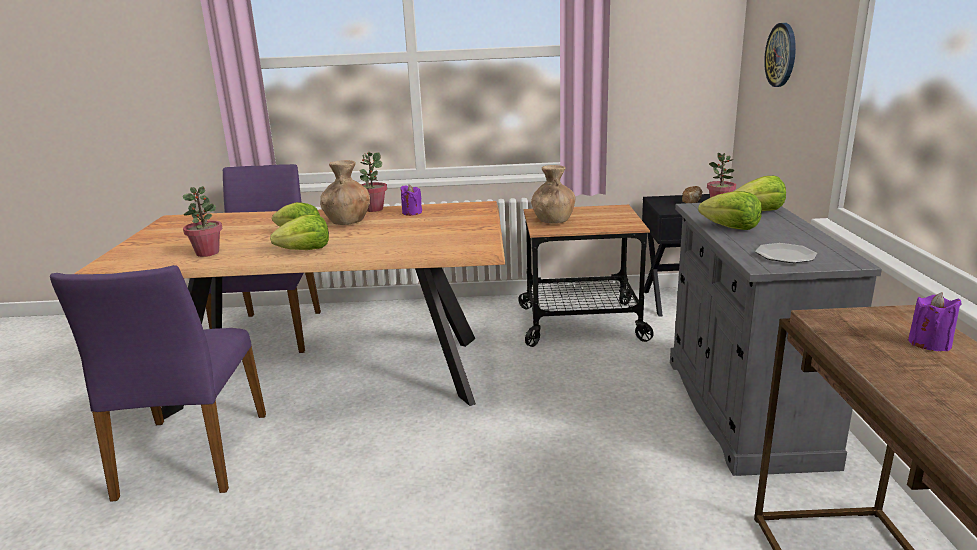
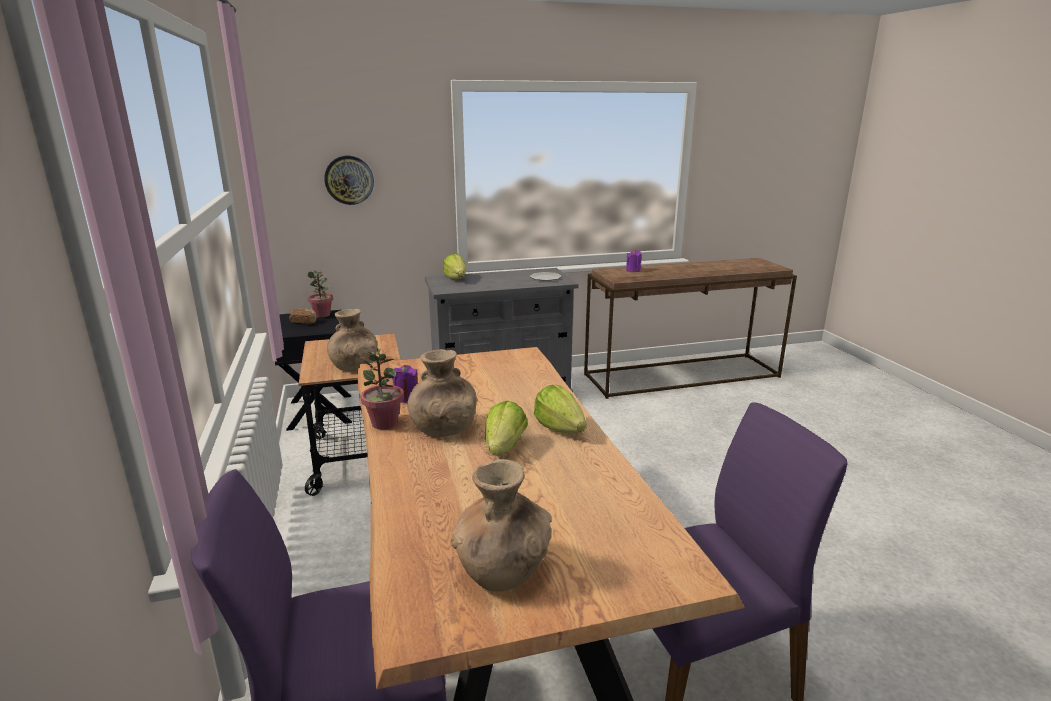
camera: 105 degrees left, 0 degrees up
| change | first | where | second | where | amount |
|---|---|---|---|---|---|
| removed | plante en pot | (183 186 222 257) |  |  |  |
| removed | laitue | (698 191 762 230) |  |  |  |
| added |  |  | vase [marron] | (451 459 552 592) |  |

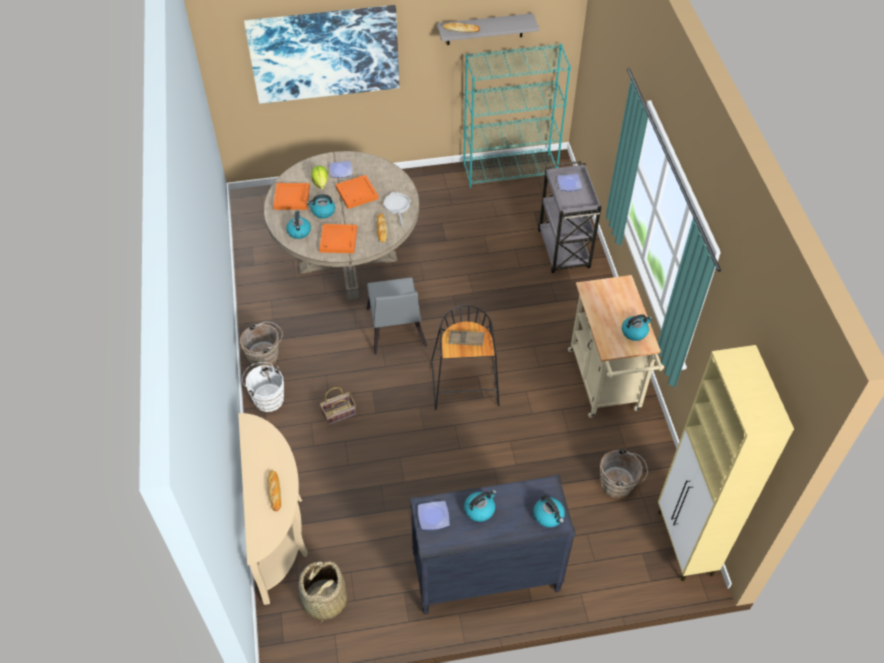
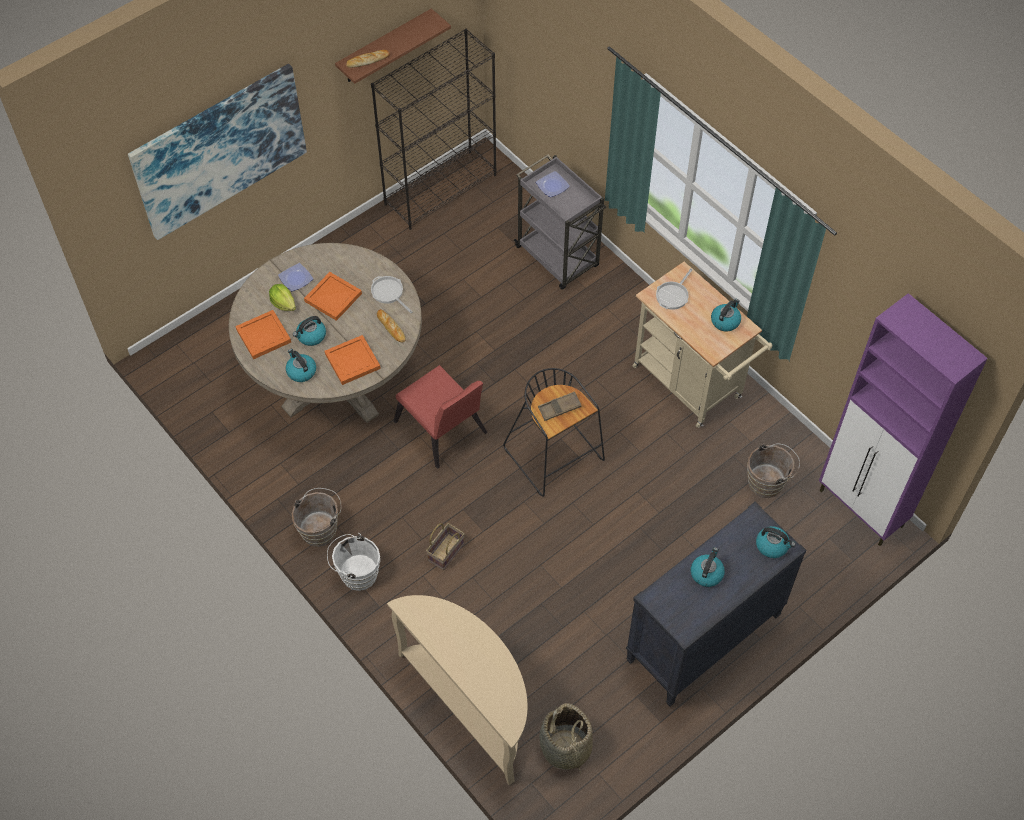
camera: 30 degrees left, 5 degrees up
| change | first | where | second | where | amount |
|---|---|---|---|---|---|
| removed | pain | (267 470 281 511) |  |  |  |
| recoloured | chaise [gris] | (367 277 427 354) | chaise [rouge] | (393 365 488 469) |  |
| removed | assiette | (418 501 449 530) |  |  |  |
| recoloured | étagère [gris] | (437 13 539 45) | étagère [marron] | (335 9 451 84) |  |
| recoloured | bibliothèque [turquoise] | (463 44 571 188) | bibliothèque [noir] | (371 29 497 230) |  |
| recoloured | meuble de rangement [beige] | (658 345 794 581) | meuble de rangement [violet] | (819 293 988 546) |  |
| added |  |  | poêle | (656 268 693 310) |  |

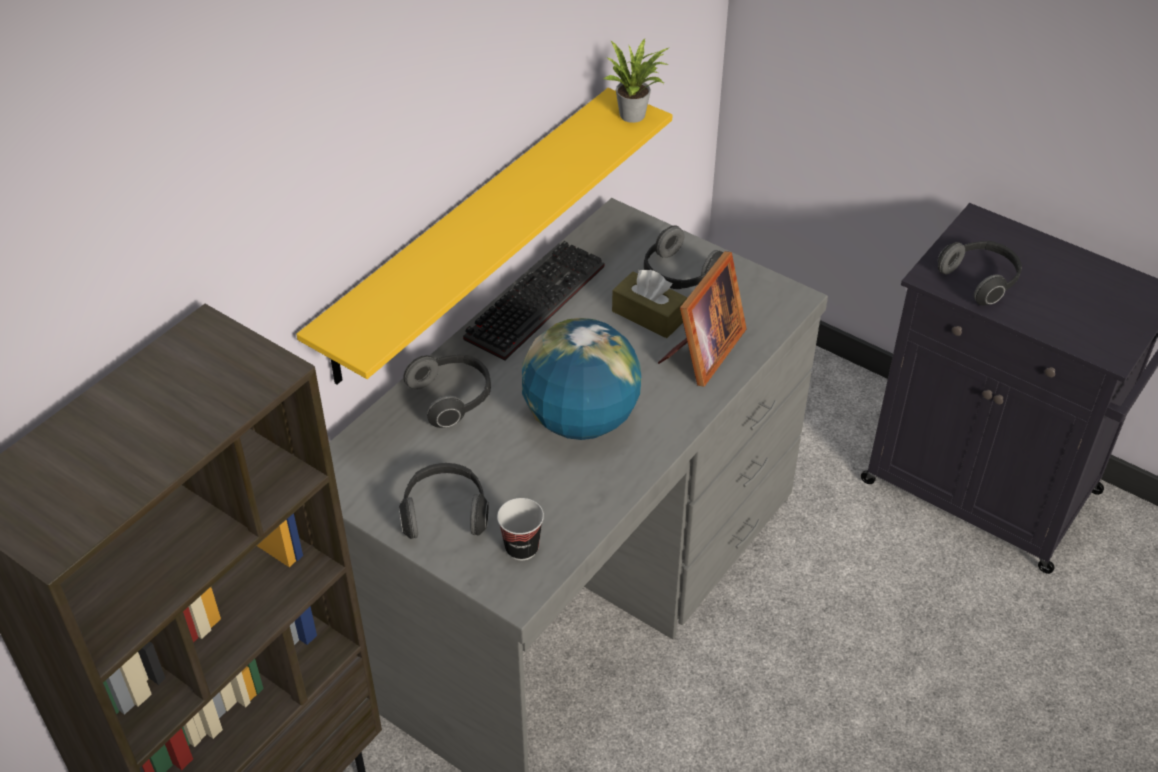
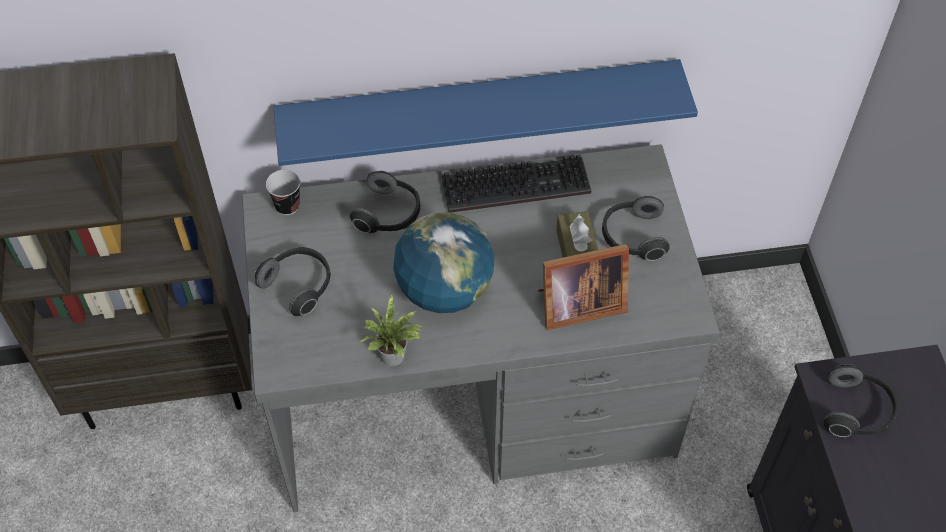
camera: 45 degrees right, 10 degrees up
| change | first | where | second | where | amount |
|---|---|---|---|---|---|
| recoloured | étagère [jaune] | (296 88 672 384) | étagère [bleu] | (273 59 698 166) |  |
| moved | tasse | (497 498 544 560) |  | (266 170 300 215) |  |
| moved | plante en pot | (604 39 670 123) |  | (358 293 425 366) |  |

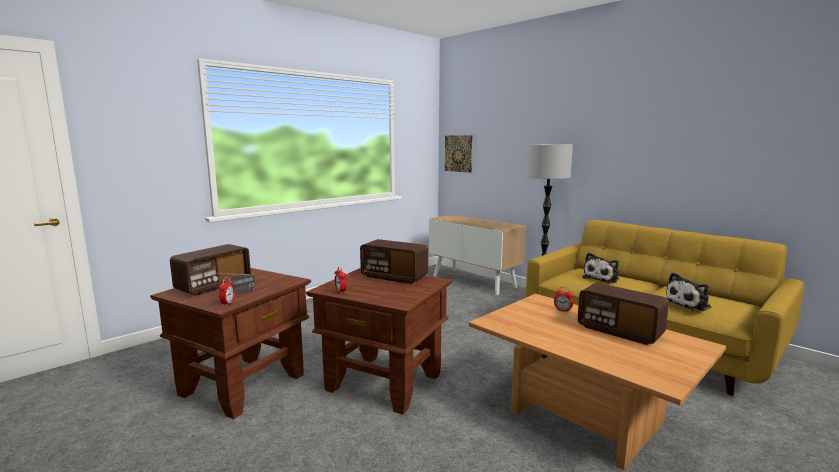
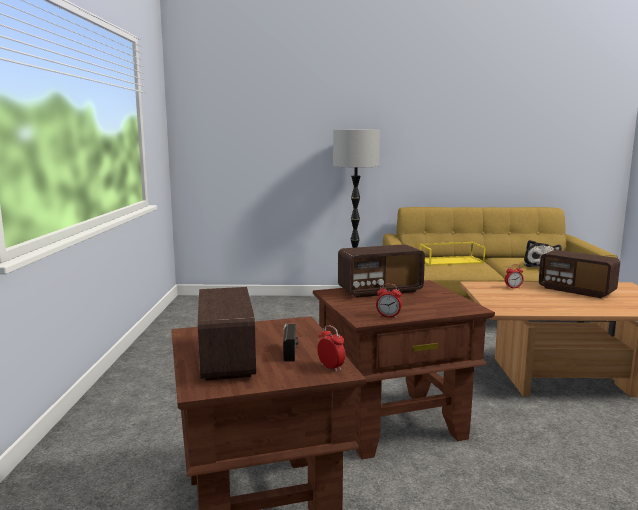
camera: 45 degrees left, 0 degrees up
| change | first | where | second | where | amount |
|---|---|---|---|---|---|
| removed | meuble de rangement | (429 214 526 295) |  |  |  |
| removed | tableau | (445 135 473 173) |  |  |  |
| turned | radio | (578 283 669 345) |  | (539 250 620 298) | 45 degrees clockwise |
| replaced | peluche | (583 253 619 283) | plateau [jaune] | (419 242 486 266) |  |

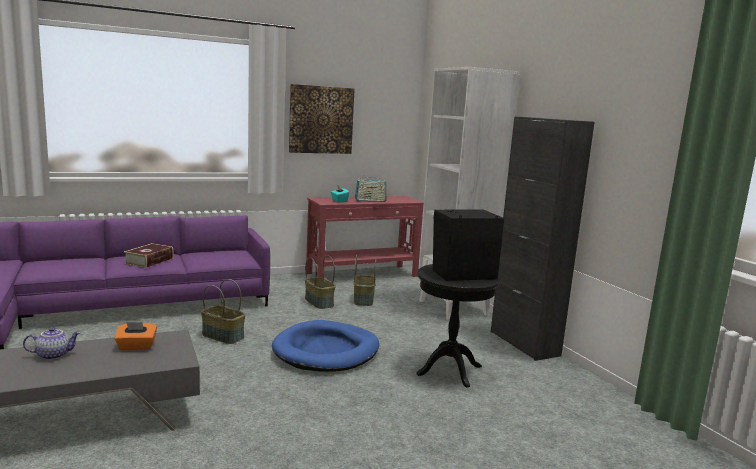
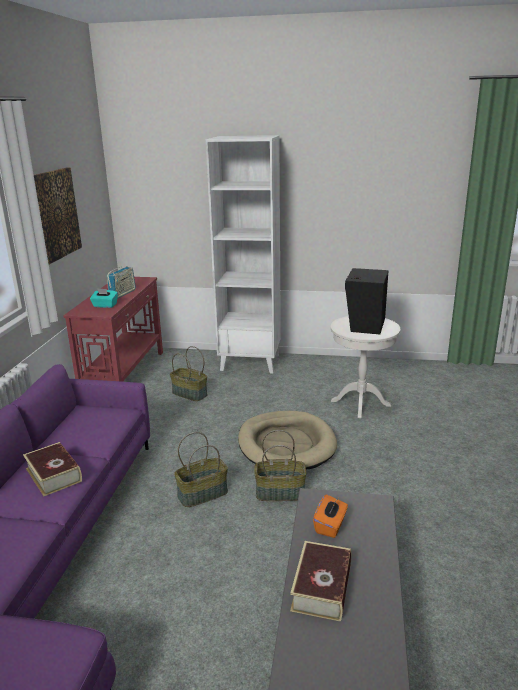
camera: 55 degrees left, 10 degrees up
| change | first | where | second | where | amount |
|---|---|---|---|---|---|
| replaced | théière | (23 327 80 360) | livre | (290 541 352 622) |  |
| recoloured | panier pour chien [bleu] | (272 320 379 372) | panier pour chien [beige] | (238 411 337 470) |  |
| moved | panier | (305 255 335 309) |  | (254 430 306 501) |  |
| recoloured | table d'appoint [noir] | (416 264 500 388) | table d'appoint [blanc] | (331 316 400 418) |  |
| removed | meuble de rangement [noir] | (491 116 595 361) |  |  |  |

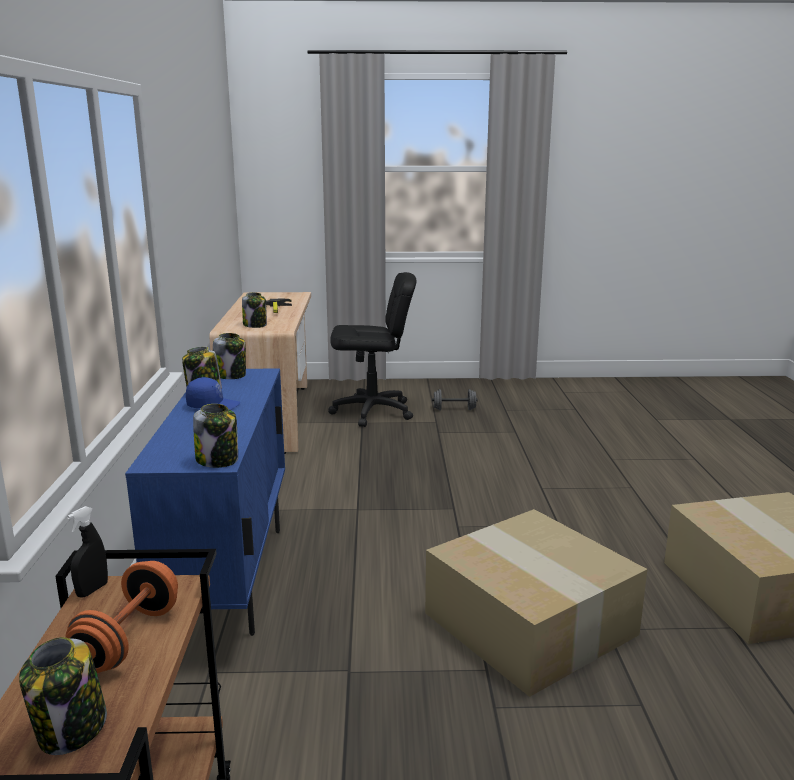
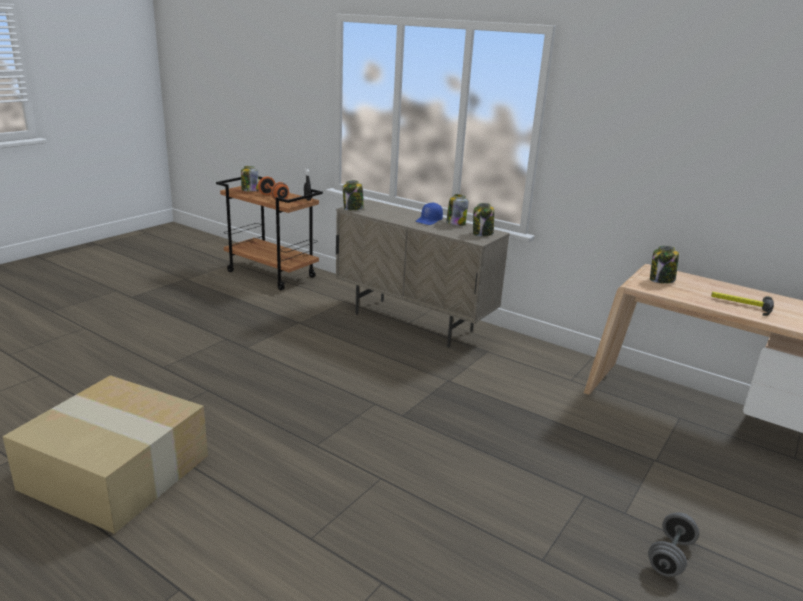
camera: 125 degrees right, 5 degrees up
| change | first | where | second | where | amount |
|---|---|---|---|---|---|
| recoloured | meuble de rangement [bleu] | (125 369 285 636) | meuble de rangement [beige] | (336 200 510 348) |  |
| removed | chaise de bureau [noir] | (328 272 416 427) |  |  |  |
| removed | carton | (425 509 647 697) |  |  |  |

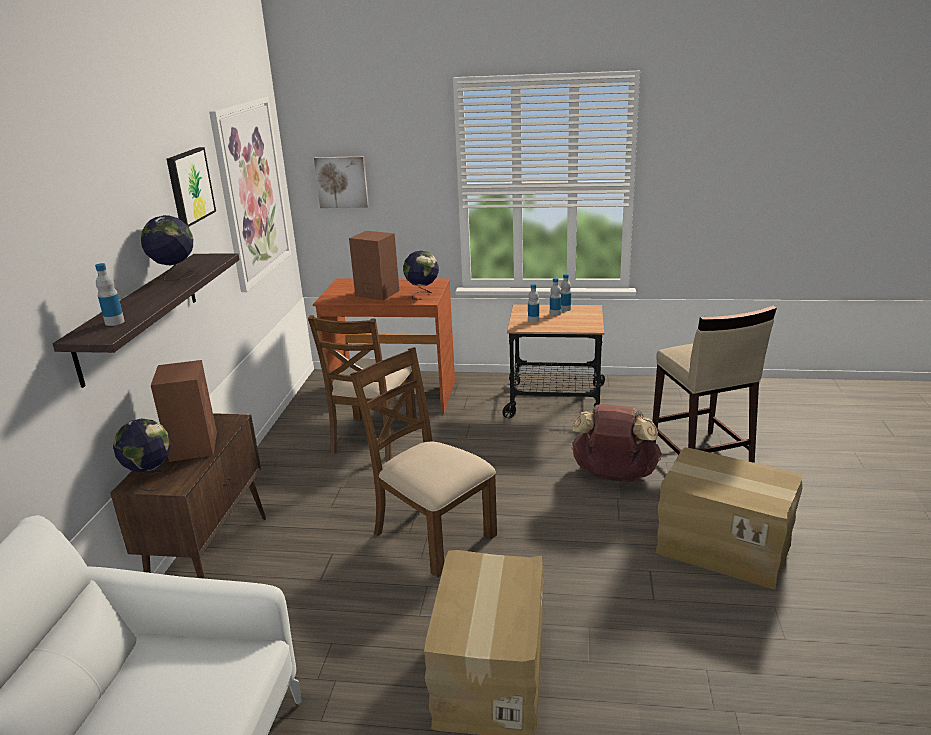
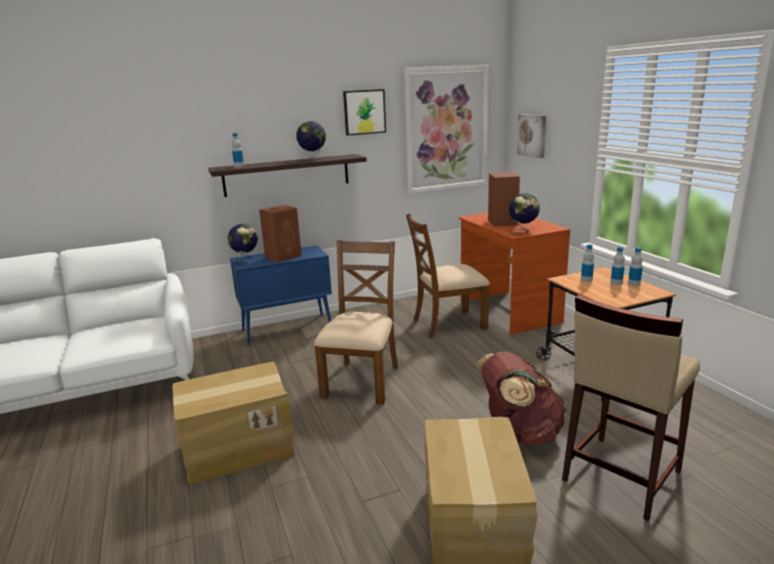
camera: 60 degrees right, 5 degrees down
| change | first | where | second | where | amount |
|---|---|---|---|---|---|
| recoloured | meuble de rangement [marron] | (110 413 266 579) | meuble de rangement [bleu] | (230 245 332 345) |  |

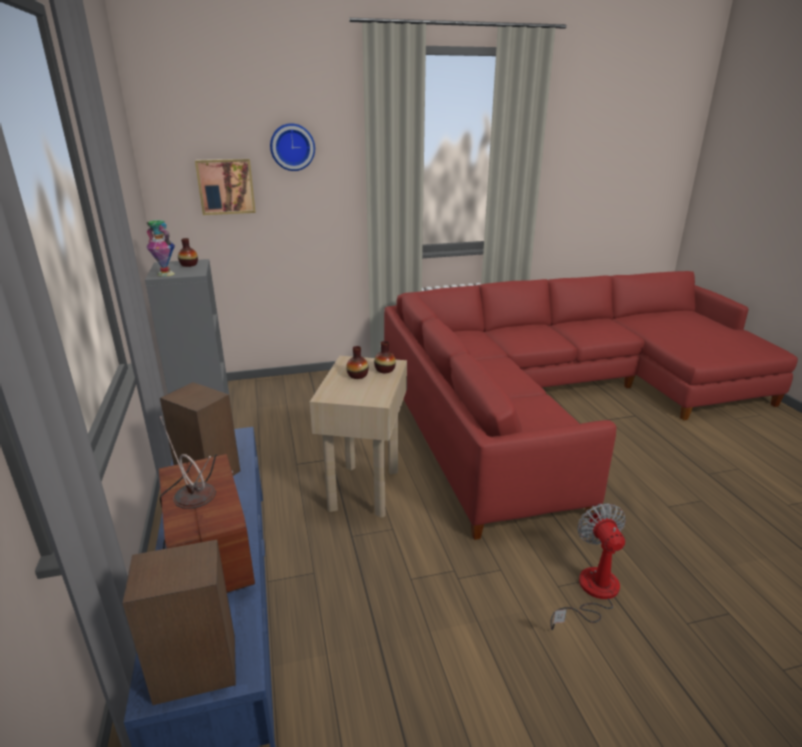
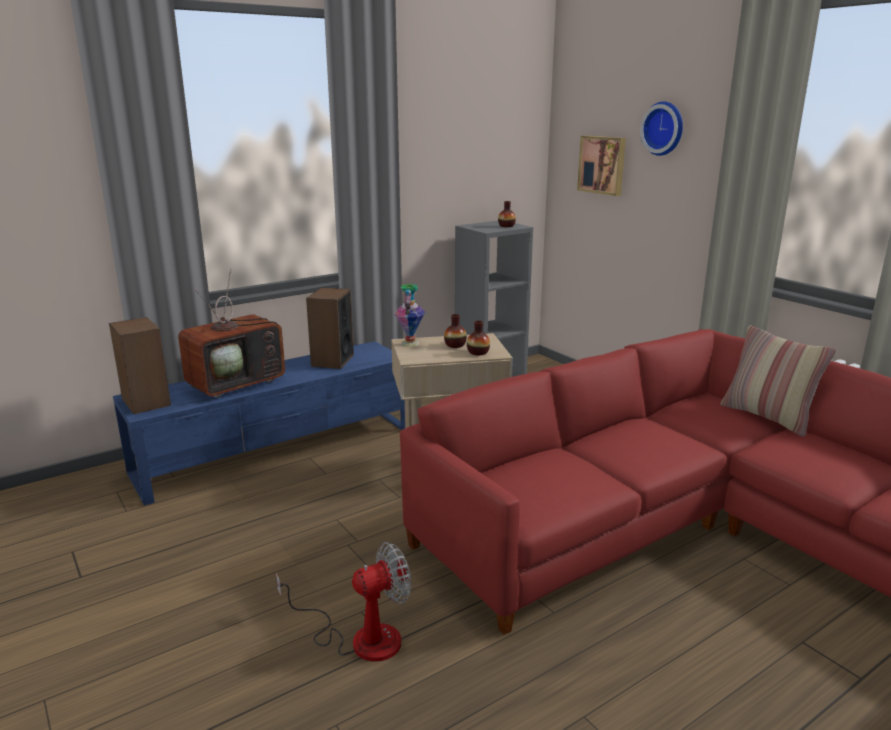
camera: 70 degrees right, 5 degrees down
| change | first | where | second | where | amount |
|---|---|---|---|---|---|
| moved | vase | (146 220 175 277) |  | (395 284 425 347) |  |
| added |  |  | coussin | (721 325 836 437) |  |

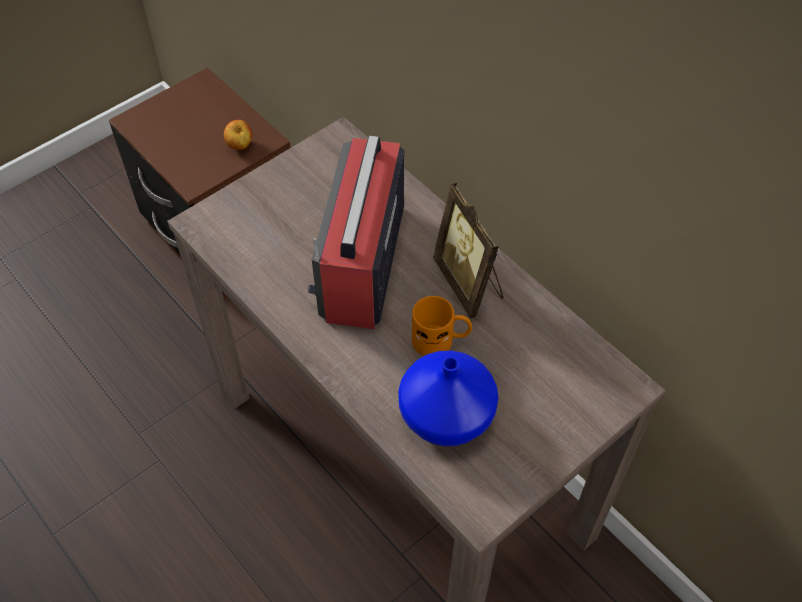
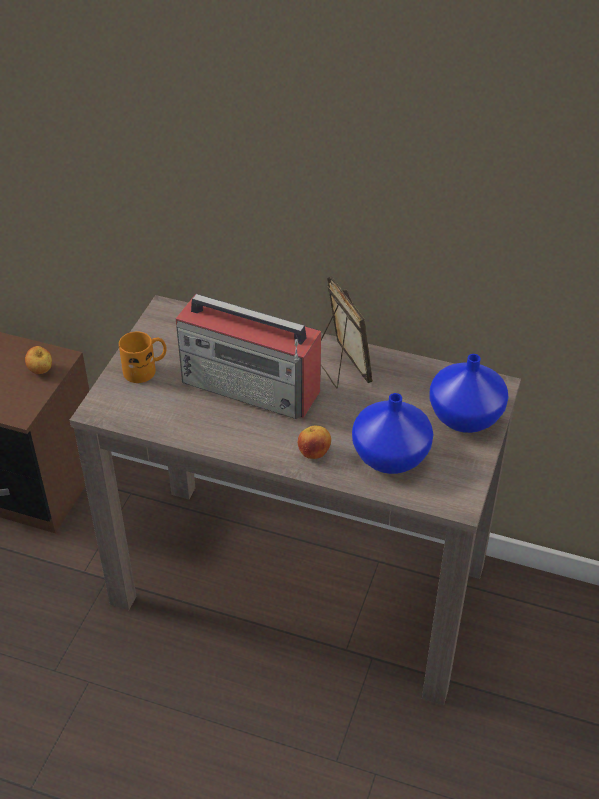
camera: 30 degrees left, 10 degrees down
| change | first | where | second | where | amount |
|---|---|---|---|---|---|
| turned | radio | (308 136 404 329) |  | (176 294 321 419) | 45 degrees counterclockwise |
| moved | mug [orange] | (412 296 472 356) |  | (119 332 167 383) |  |
| turned | cadre photo | (433 183 504 319) |  | (321 276 373 388) | 150 degrees counterclockwise |
| added |  |  | pomme | (297 426 331 459) |  |
| added |  |  | vase [bleu] | (429 354 509 433) |  |

